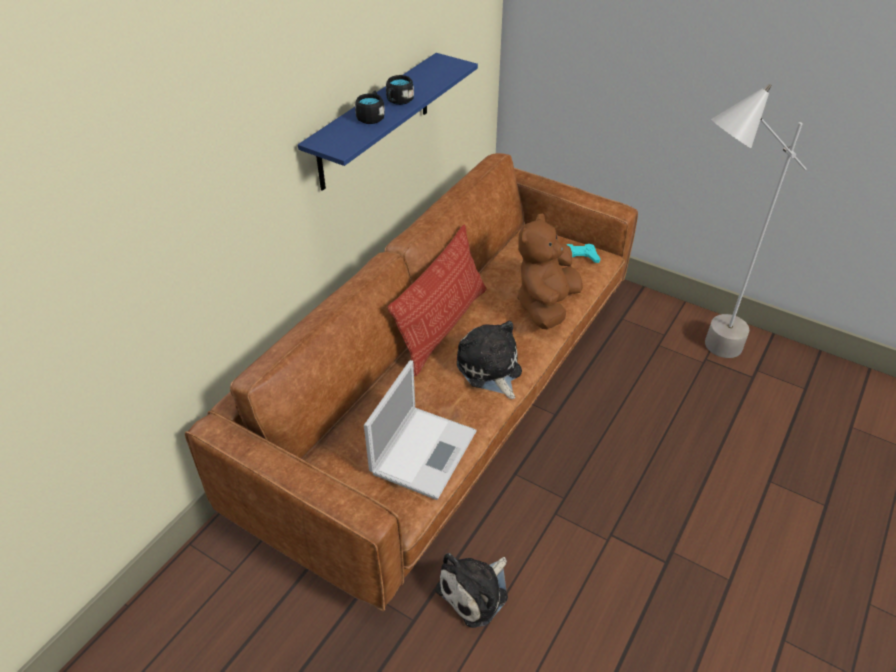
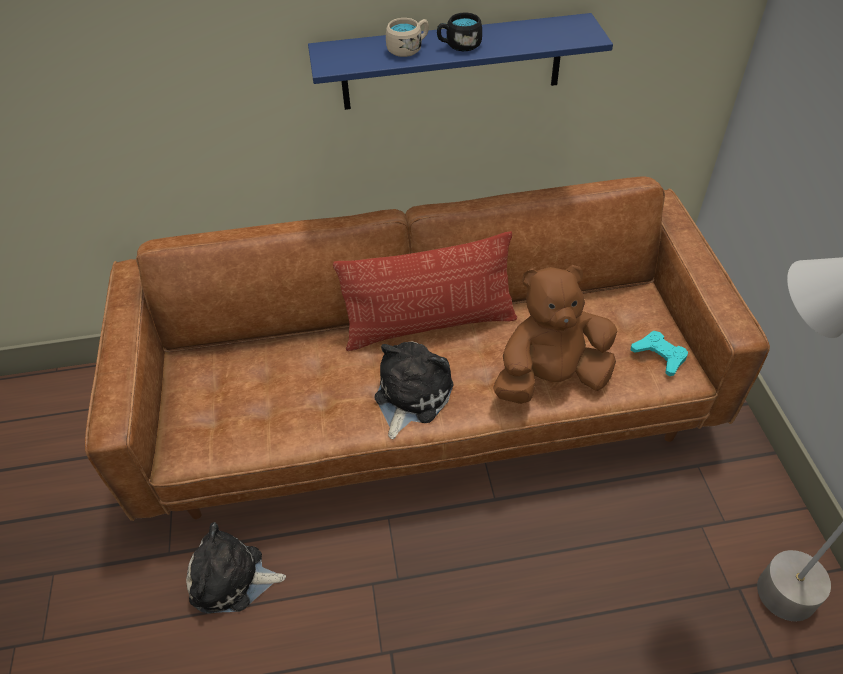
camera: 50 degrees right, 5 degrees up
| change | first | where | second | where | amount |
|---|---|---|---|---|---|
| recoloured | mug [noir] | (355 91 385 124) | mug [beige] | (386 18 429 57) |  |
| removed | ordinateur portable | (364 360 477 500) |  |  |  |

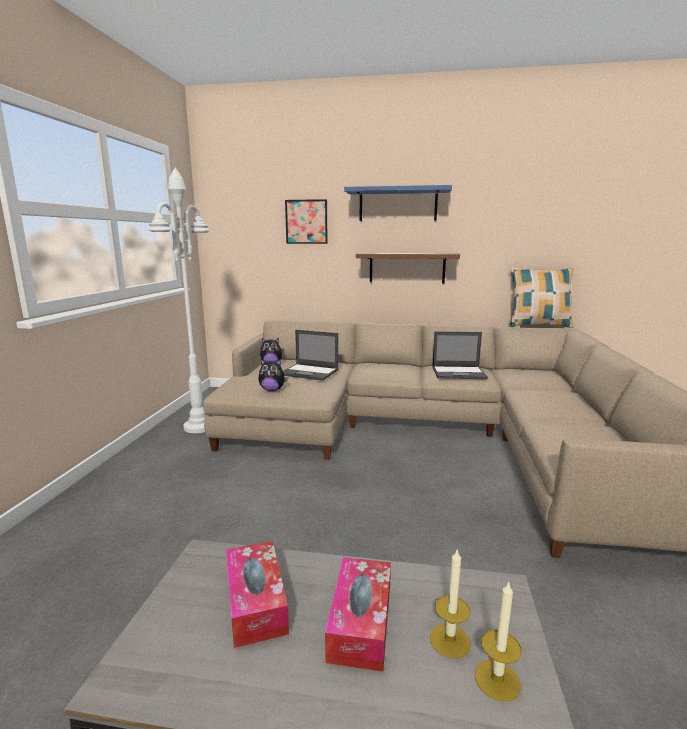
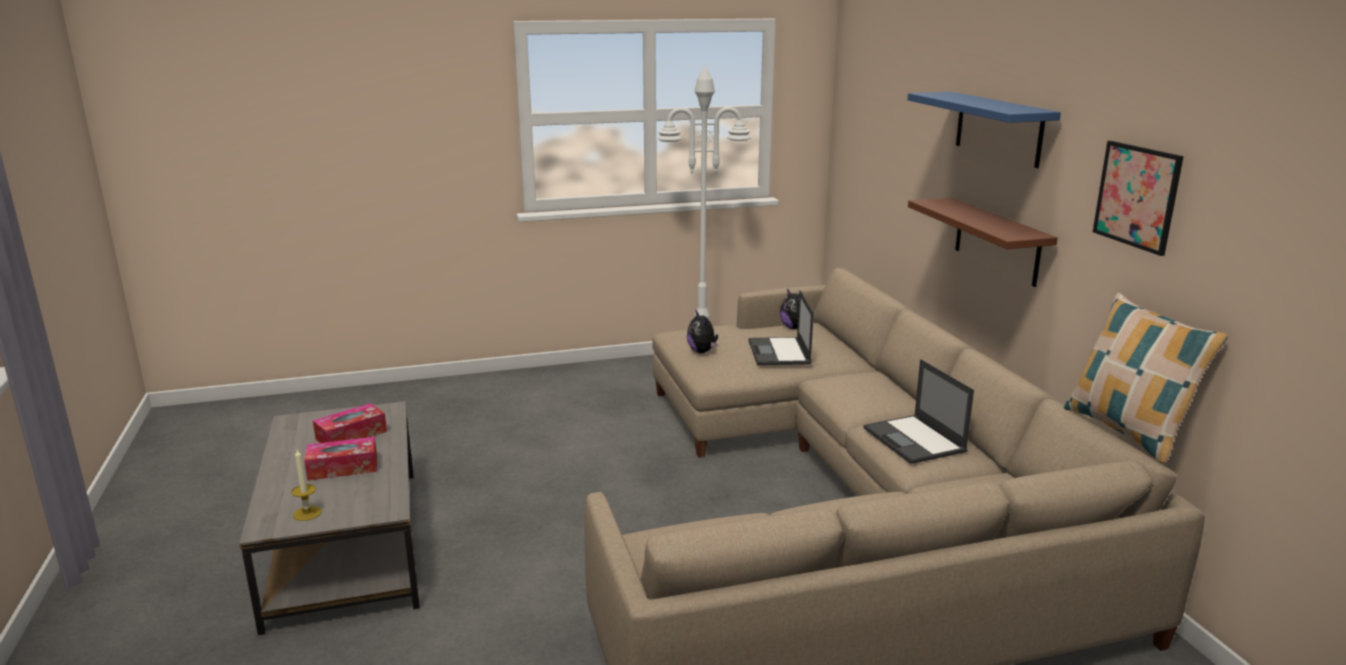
camera: 65 degrees right, 5 degrees up
| change | first | where | second | where | amount |
|---|---|---|---|---|---|
| moved | tableau | (285 199 328 244) |  | (1093 141 1184 256) |  |
| removed | bougie | (430 550 471 659) |  |  |  |

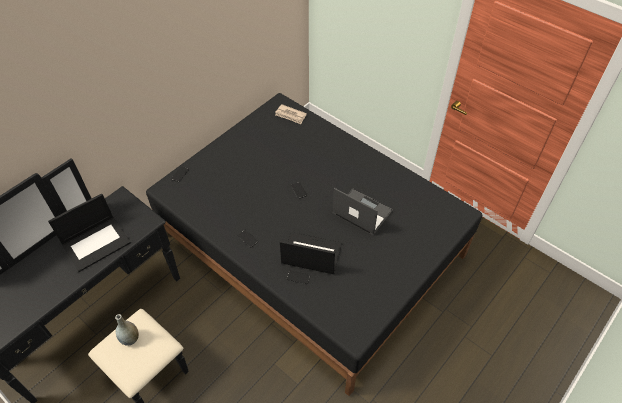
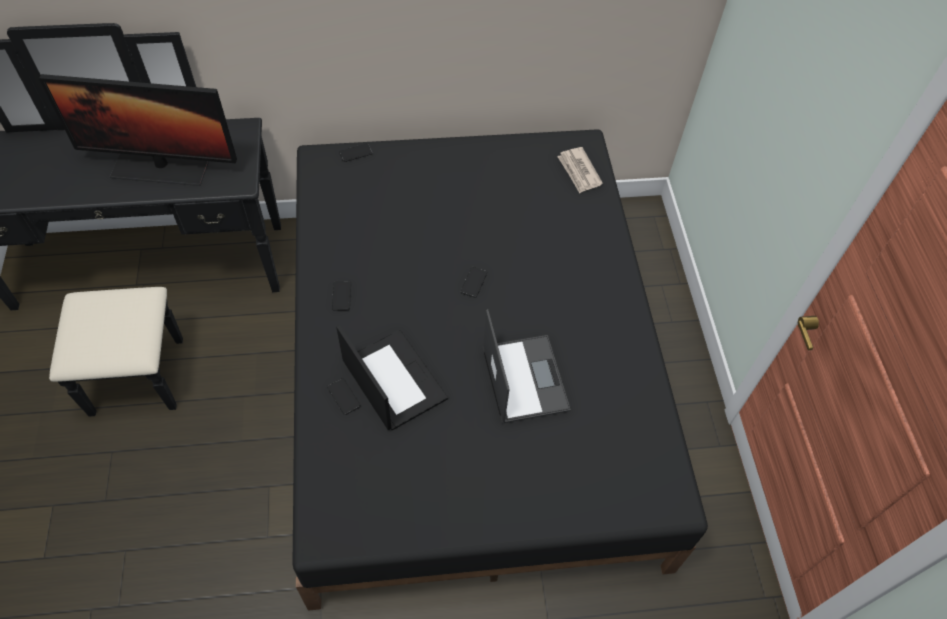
camera: 40 degrees right, 5 degrees up
| change | first | where | second | where | amount |
|---|---|---|---|---|---|
| replaced | ordinateur portable | (48 193 131 272) | écran d'ordinateur | (39 74 237 186) |  |
| removed | vase [gris] | (115 314 139 346) |  |  |  |

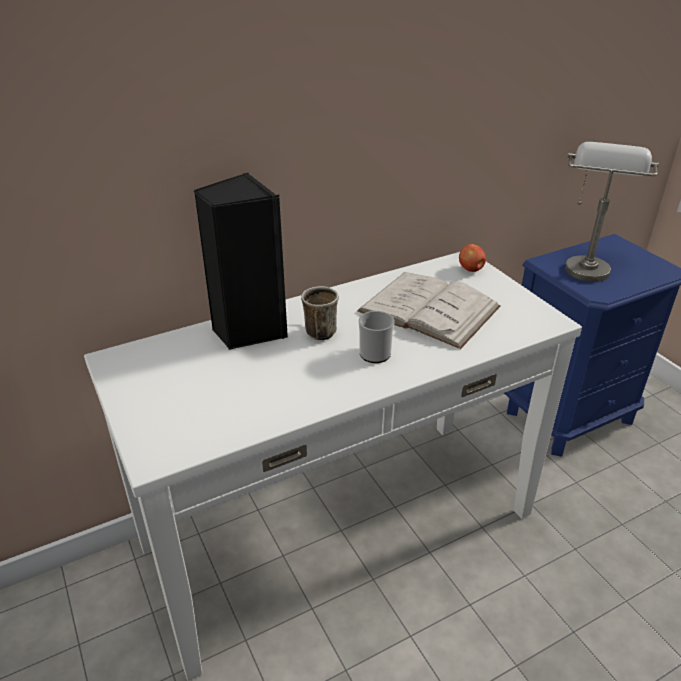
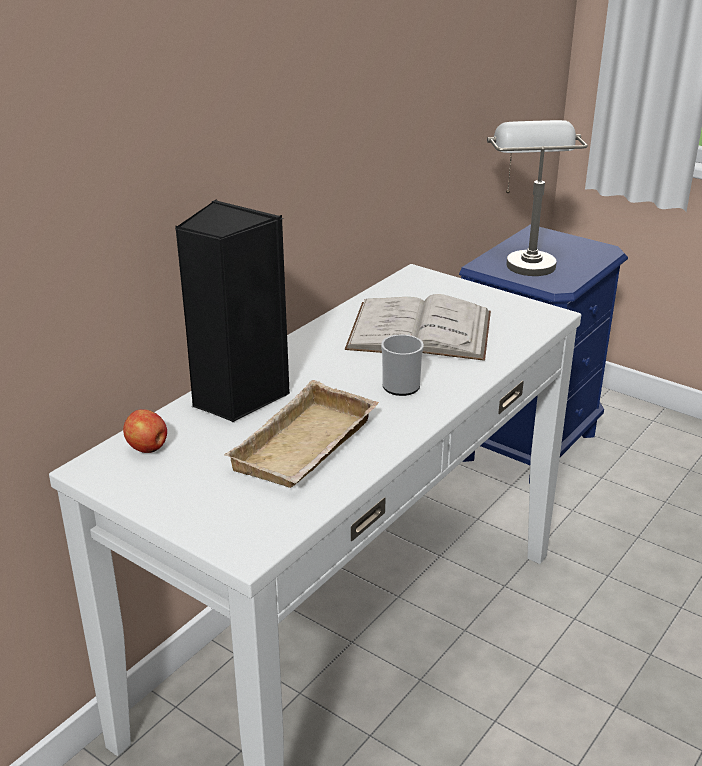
camera: 25 degrees left, 5 degrees down
| change | first | where | second | where | amount |
|---|---|---|---|---|---|
| removed | mug | (301 286 339 340) |  |  |  |
| moved | pomme | (459 244 486 272) |  | (123 409 167 453) |  |
| added |  |  | plateau [beige] | (224 380 379 488) |  |

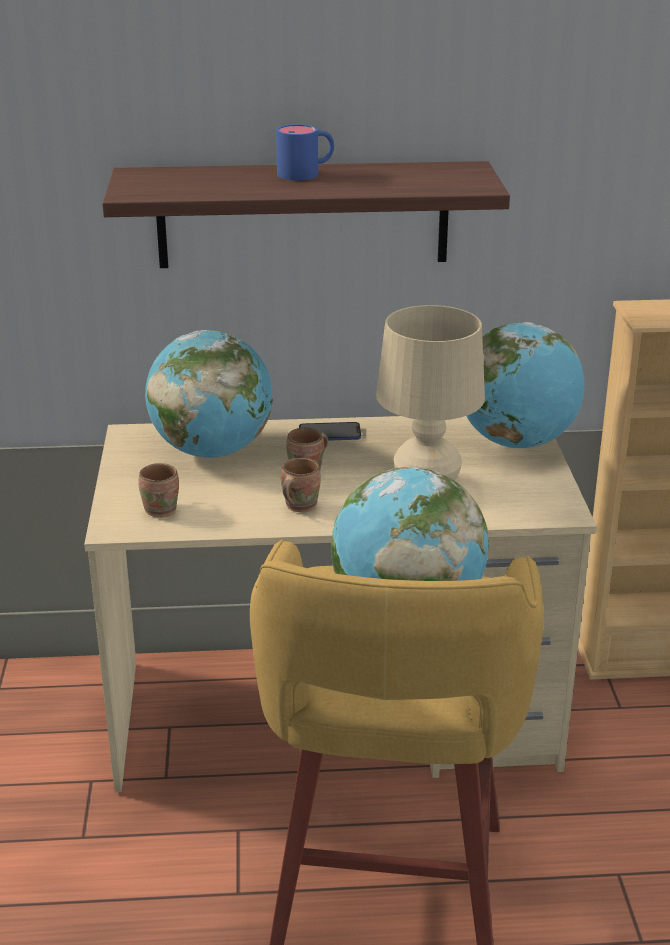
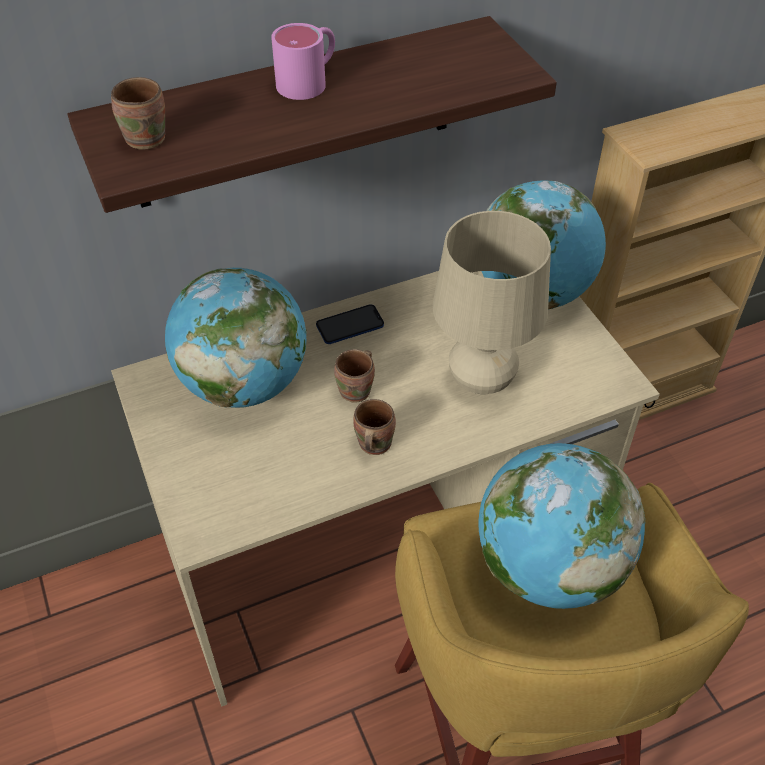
camera: 20 degrees left, 20 degrees up
| change | first | where | second | where | amount |
|---|---|---|---|---|---|
| moved | mug [marron] | (138 463 179 517) |  | (111 77 165 150) |  |
| recoloured | mug [bleu] | (276 124 334 180) | mug [rose] | (271 23 335 100) |  |

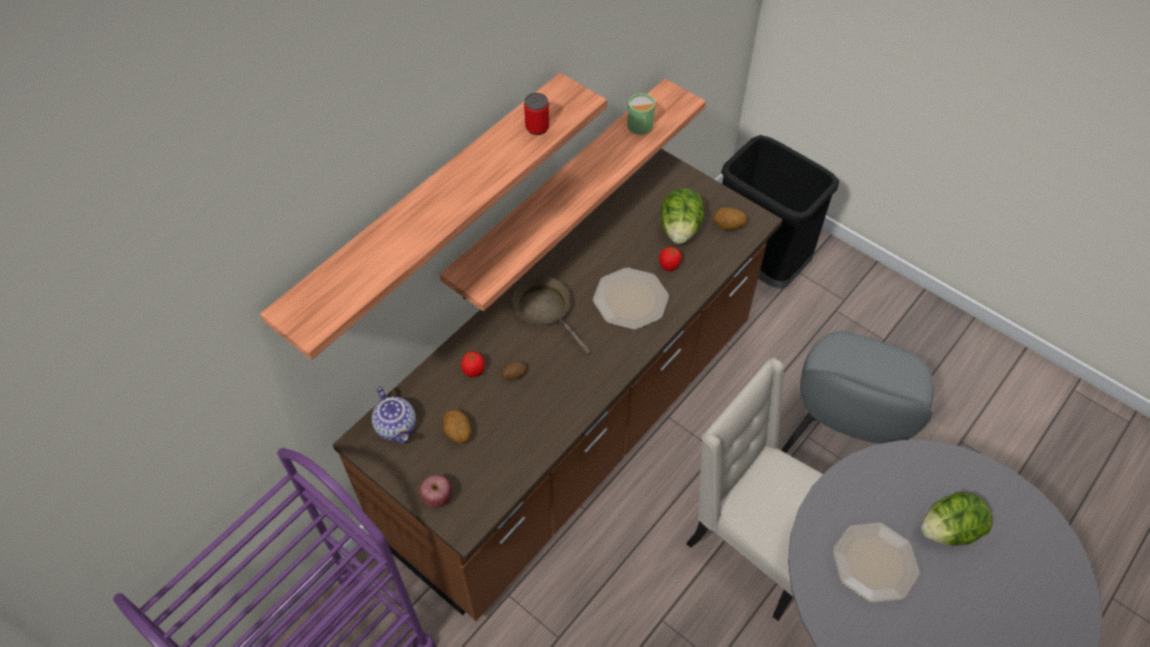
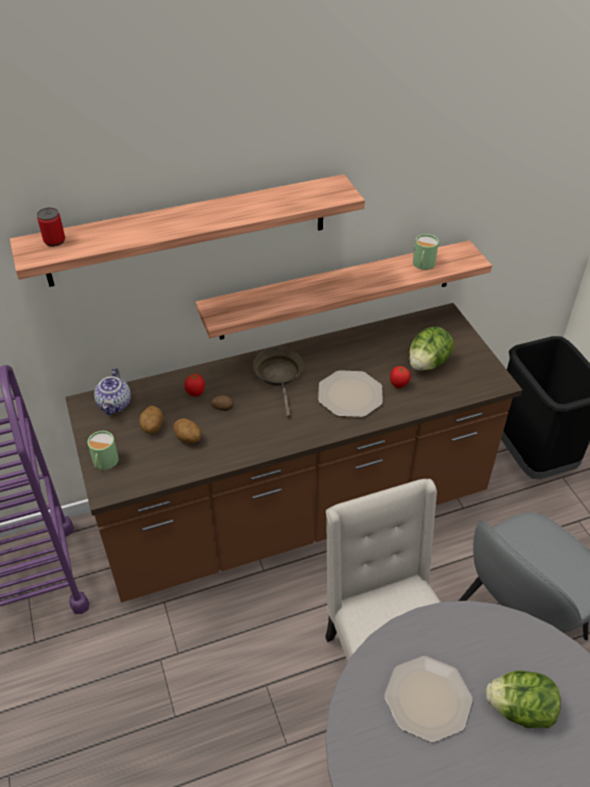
camera: 30 degrees right, 10 degrees down
| change | first | where | second | where | amount |
|---|---|---|---|---|---|
| replaced | pomme | (419 475 452 508) | mug [vert] | (88 431 119 470) |  |
| moved | boîte métallique | (524 93 549 135) |  | (37 208 65 247) |  |
| moved | pomme de terre | (713 208 747 230) |  | (173 418 202 444) |  |

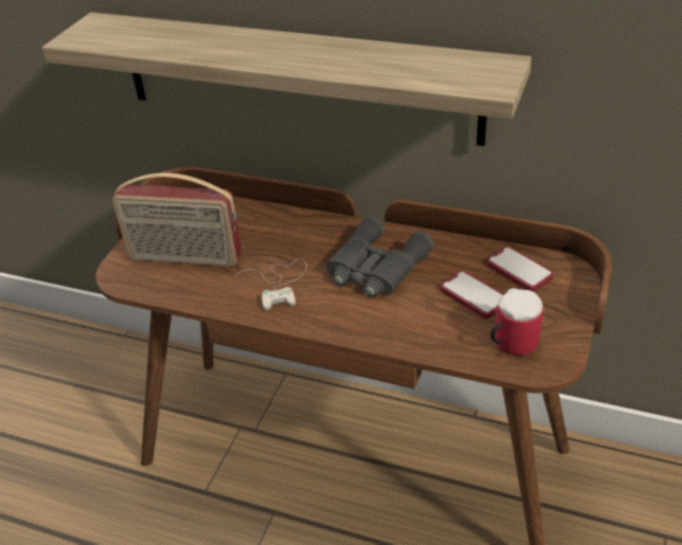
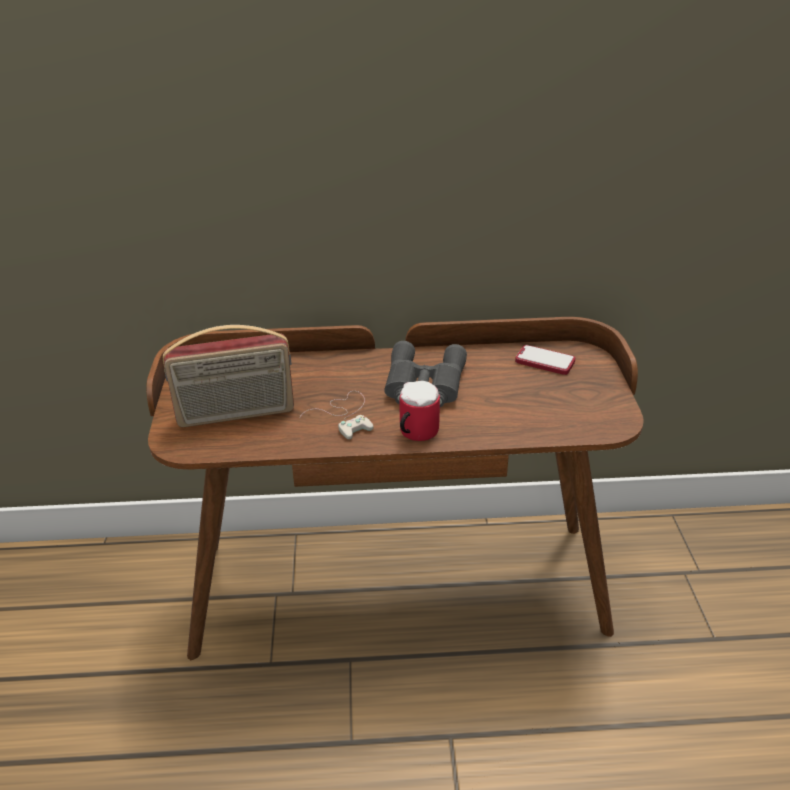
camera: 25 degrees left, 5 degrees down
| change | first | where | second | where | amount |
|---|---|---|---|---|---|
| removed | étagère | (42 12 532 146) |  |  |  |
| removed | téléphone | (441 271 504 319) |  |  |  |
| moved | mug | (490 288 543 355) |  | (400 381 440 441) |  |

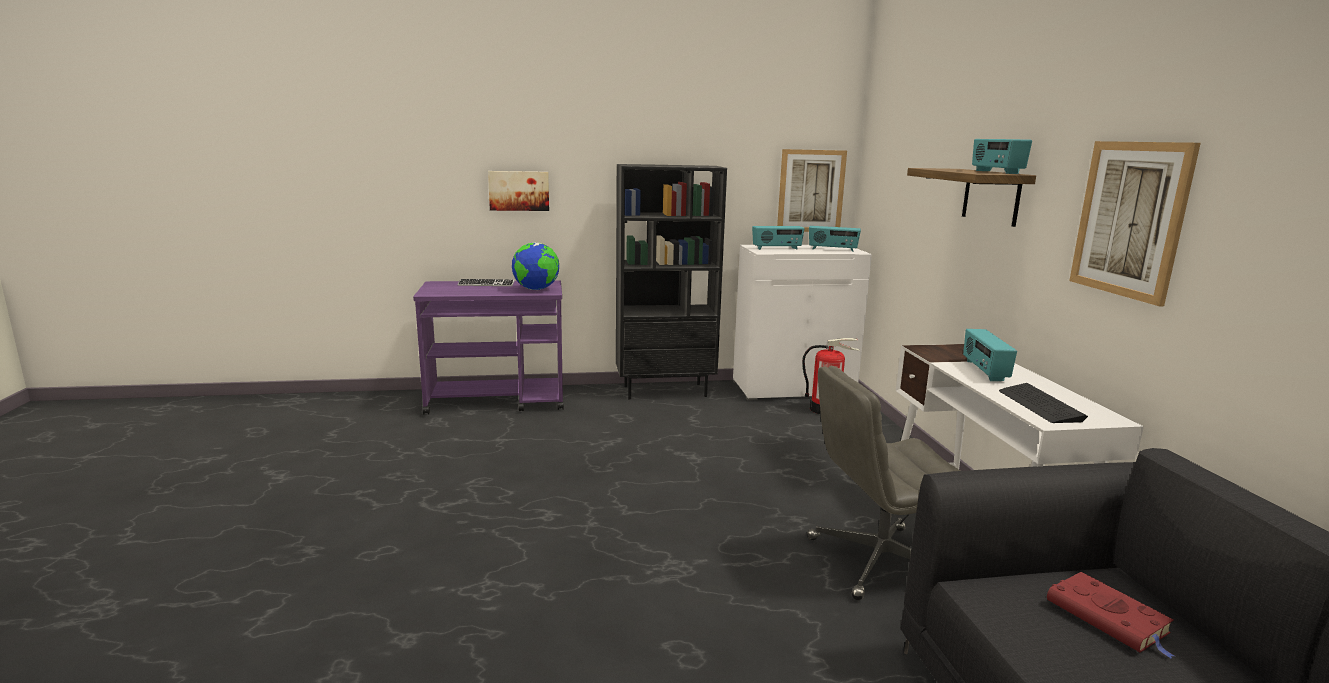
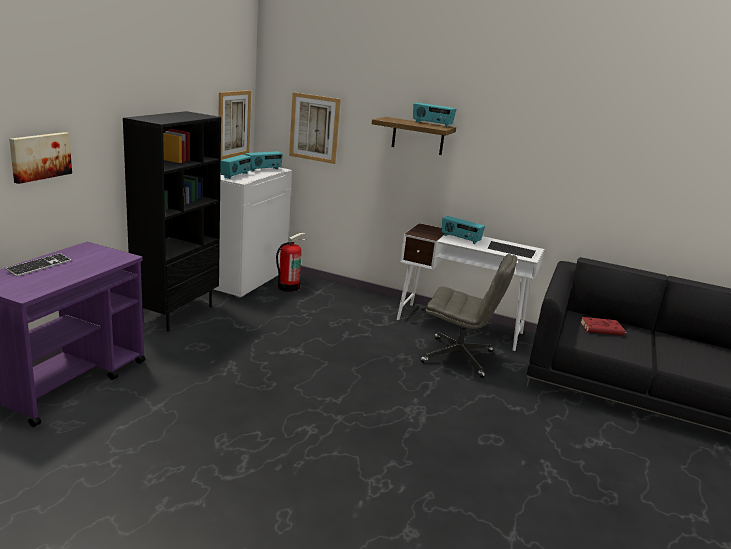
camera: 60 degrees left, 5 degrees up
| change | first | where | second | where | amount |
|---|---|---|---|---|---|
| removed | globe | (512 243 559 290) |  |  |  |
| turned | chaise de bureau [gris] | (807 366 960 600) |  | (421 254 517 378) | 90 degrees counterclockwise |
| moved | tableau | (1069 141 1201 306) |  | (289 92 341 164) |  |

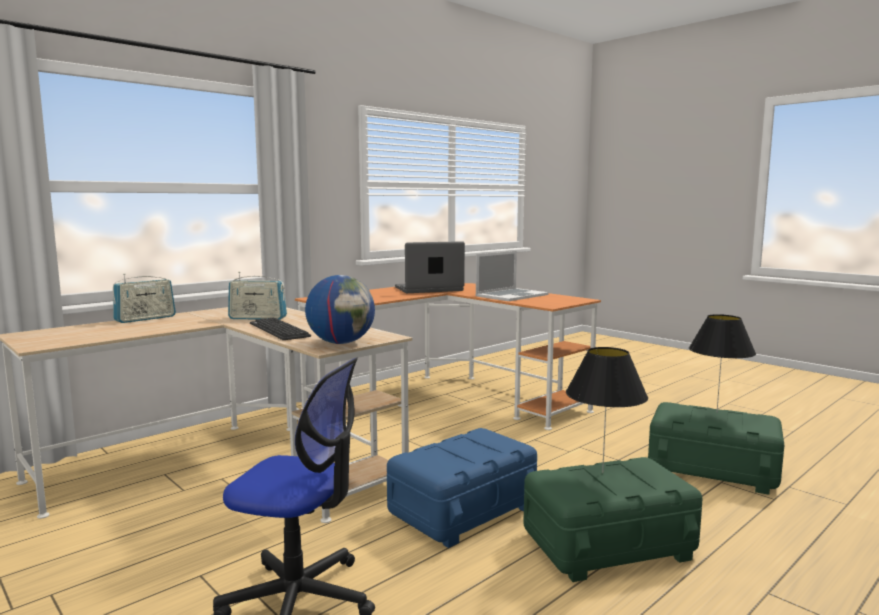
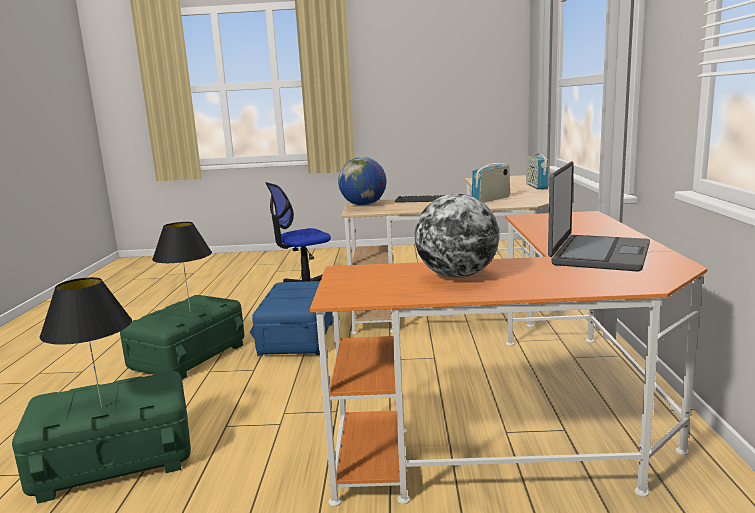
camera: 135 degrees right, 5 degrees up
| change | first | where | second | where | amount |
|---|---|---|---|---|---|
| replaced | ordinateur portable | (476 251 549 301) | globe | (415 194 499 278) |  |

